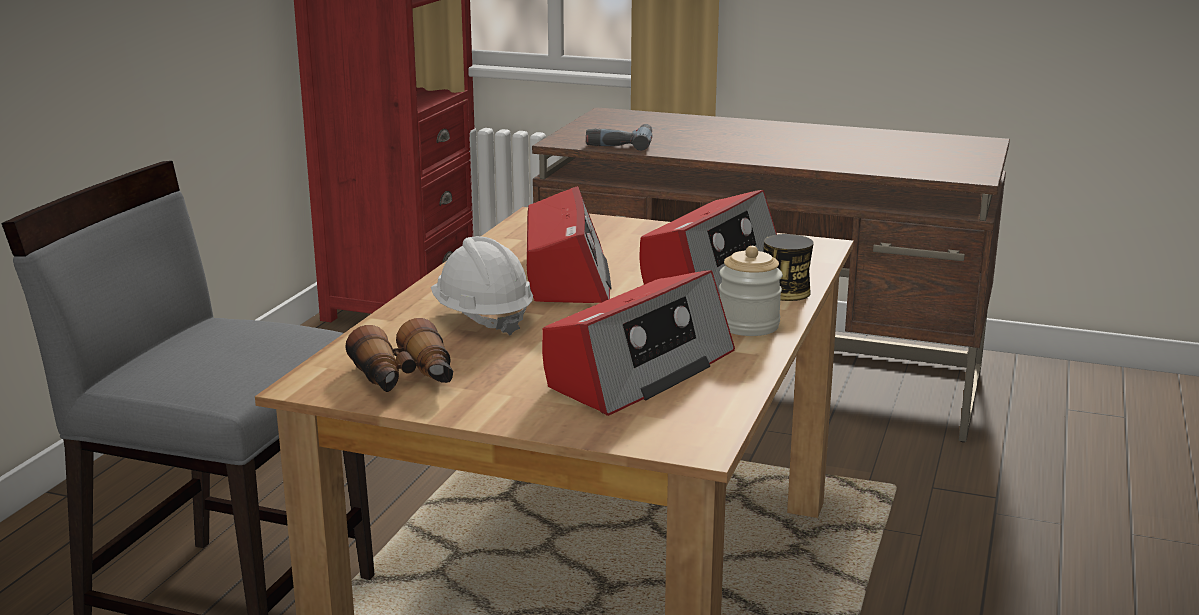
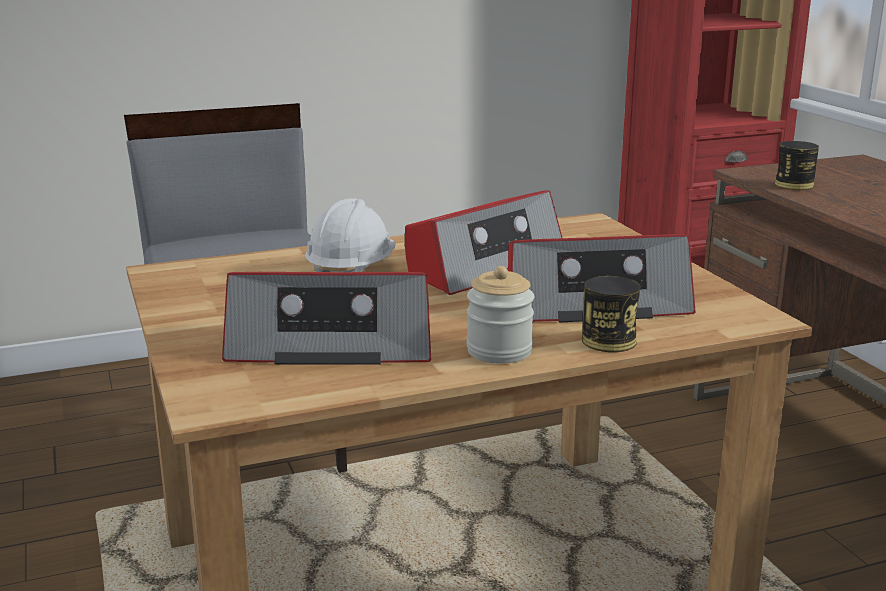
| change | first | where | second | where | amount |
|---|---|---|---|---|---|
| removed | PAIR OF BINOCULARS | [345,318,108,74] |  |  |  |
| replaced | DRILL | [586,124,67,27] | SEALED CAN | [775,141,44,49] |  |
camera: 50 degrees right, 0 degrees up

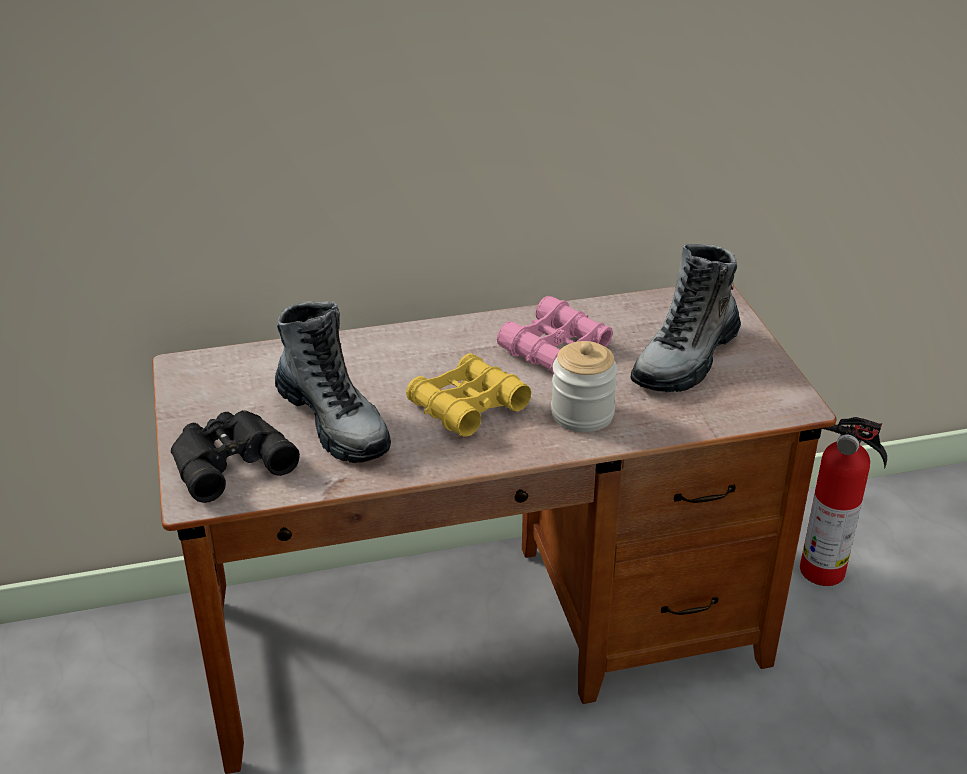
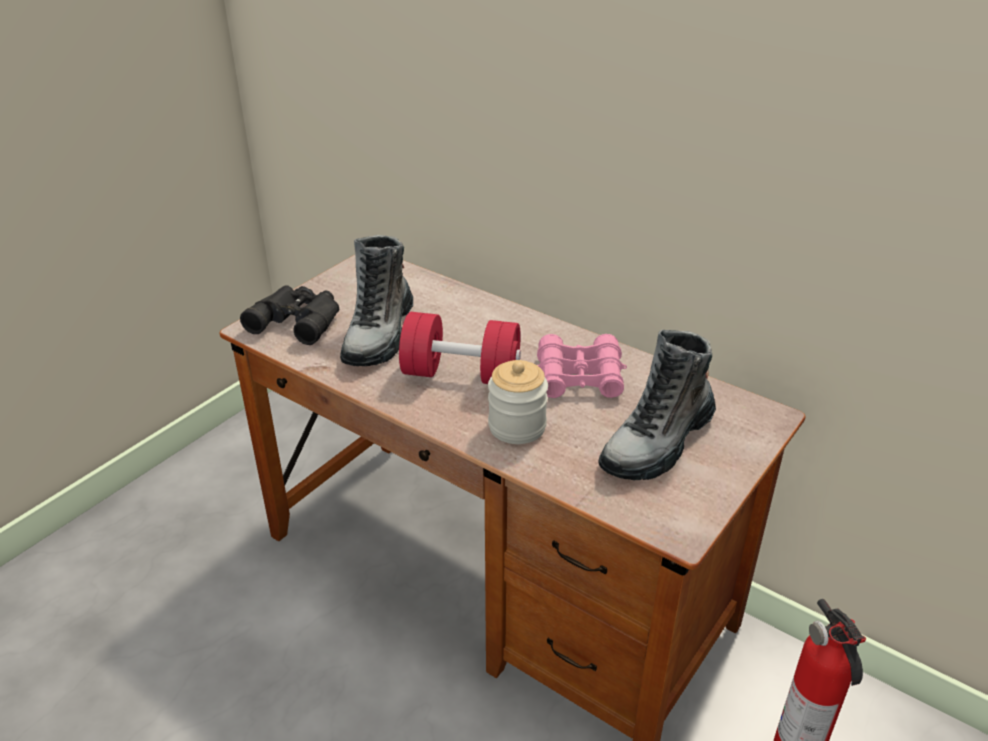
| change | first | where | second | where | amount |
|---|---|---|---|---|---|
| replaced | YELLOW PAIR OF BINOCULARS | [406,353,125,84] | REDDISH FREE WEIGHT | [399,312,122,72] |  |
| turned | TALL BOOT | [631,244,110,149] |  | [598,330,118,151] | 45 degrees counterclockwise |
camera: 50 degrees right, 0 degrees up

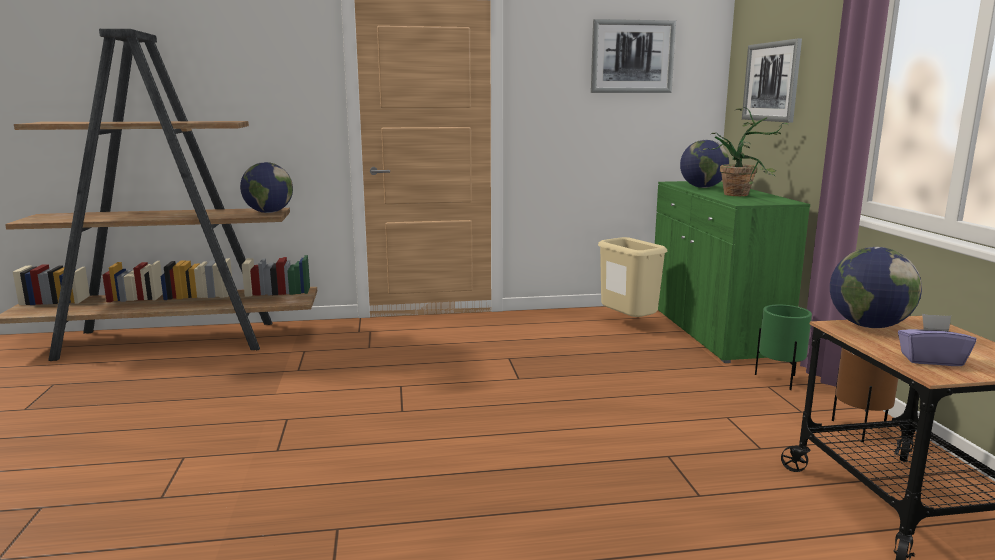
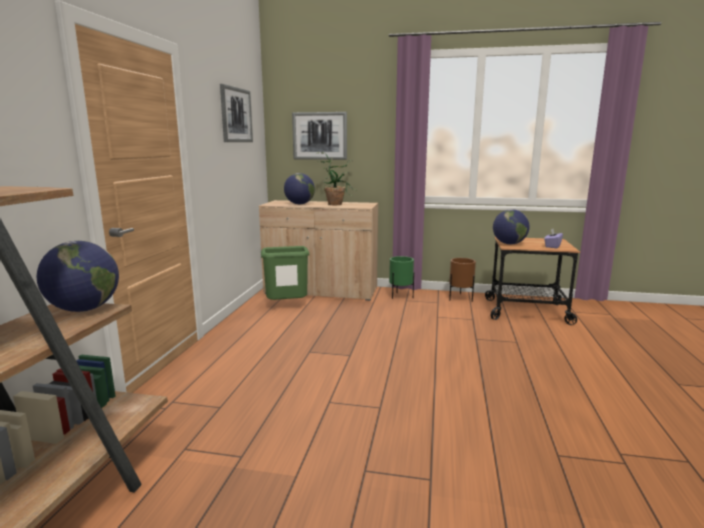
| change | first | where | second | where | amount |
|---|---|---|---|---|---|
| recoloured | BEIGE TRASH CAN | [598,237,70,80] | GREEN-COLOURED TRASH CAN | [261,246,49,54] |  |
| recoloured | GREEN-COLOURED STORAGE CABINET | [655,181,155,182] | BEIGE STORAGE CABINET | [259,200,119,101] |  |
camera: 70 degrees left, 0 degrees up

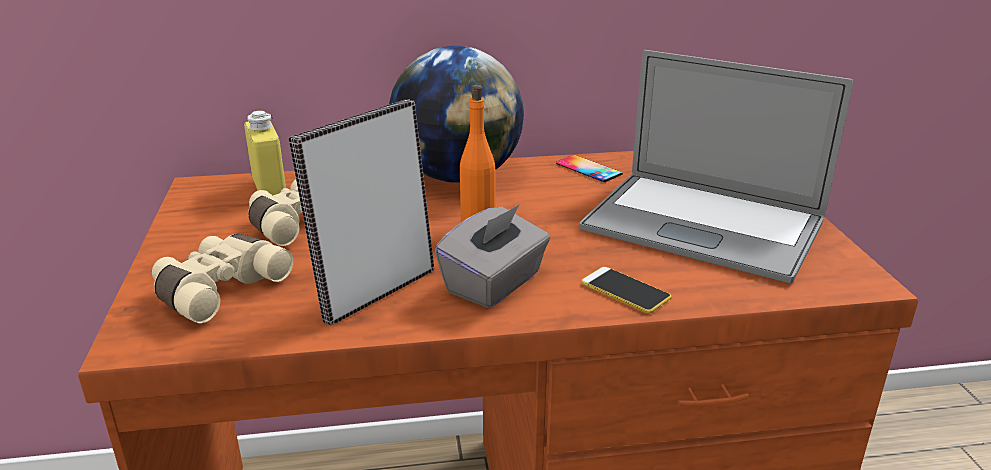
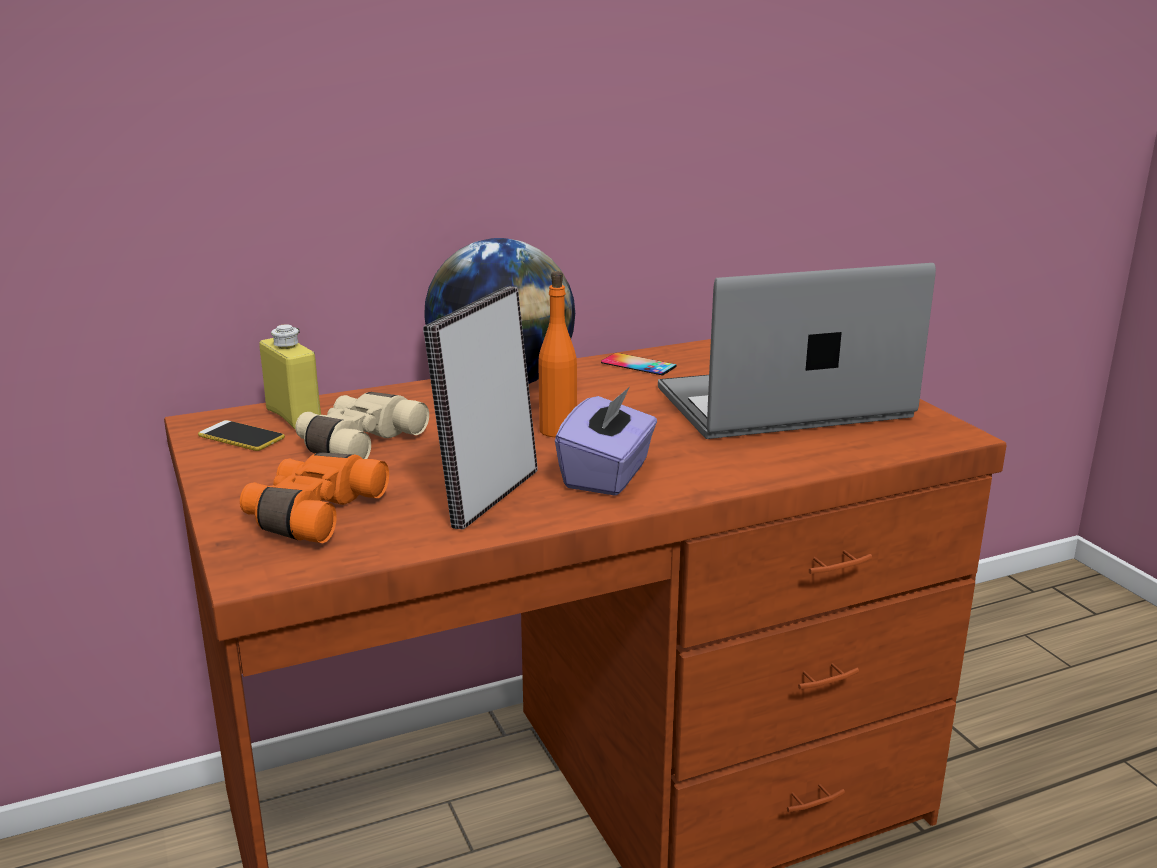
| change | first | where | second | where | amount |
|---|---|---|---|---|---|
| moved | PHONE | [581,267,91,47] |  | [198,420,87,31] |  |
| recoloured | BEIGE PAIR OF BINOCULARS | [152,234,141,89] | ORANGE-COLOURED PAIR OF BINOCULARS | [240,452,149,91] |  |
| recoloured | GREYISH BOX OF TISSUES | [435,205,115,103] | PURPLE-COLOURED BOX OF TISSUES | [555,387,102,109] |  |
| turned | PORTABLE COMPUTER | [579,50,274,234] |  | [658,263,278,176] | 150 degrees clockwise |
camera: 15 degrees left, 5 degrees down

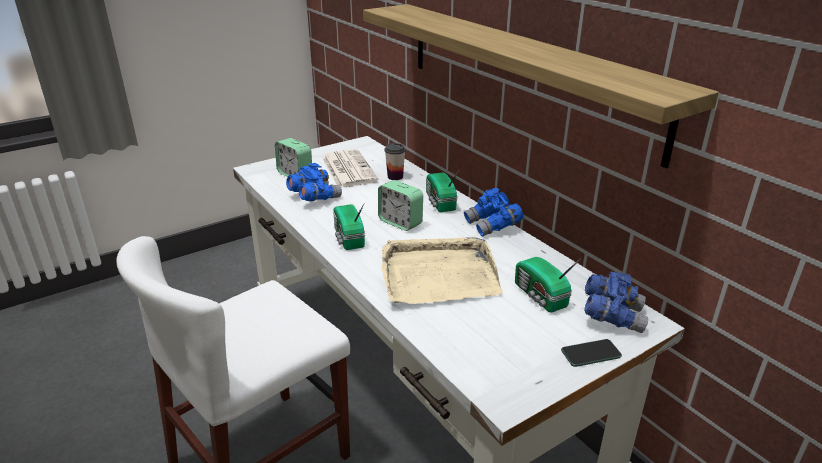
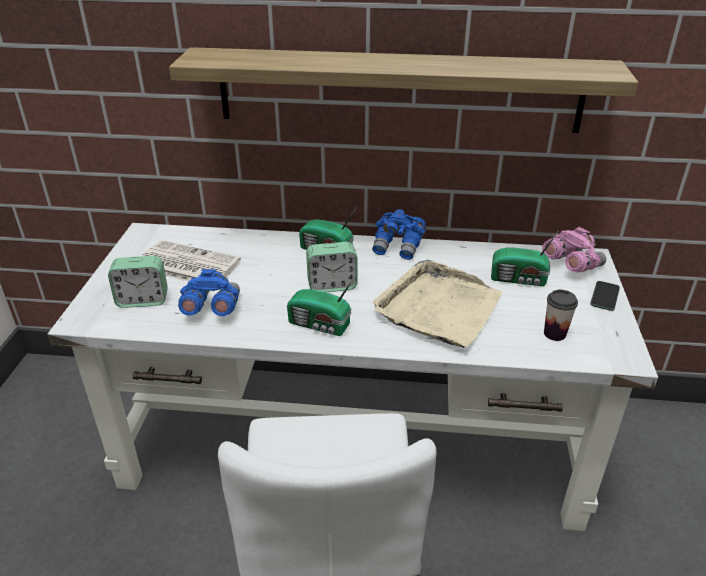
| change | first | where | second | where | amount |
|---|---|---|---|---|---|
| moved | DRINKING CUP | [385,143,21,37] |  | [544,290,34,51] |  |
| recoloured | BLUE PAIR OF BINOCULARS | [584,272,64,61] | PINK PAIR OF BINOCULARS | [542,227,64,46] |  |
camera: 50 degrees left, 5 degrees up

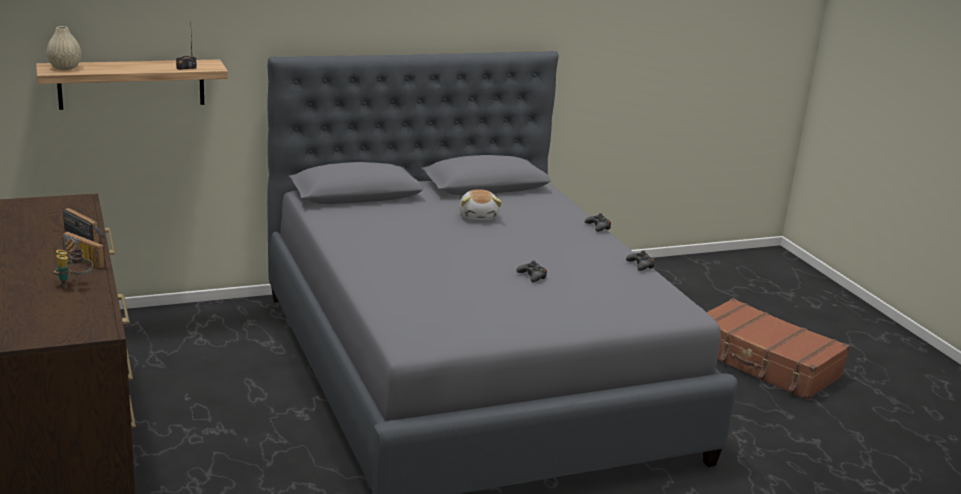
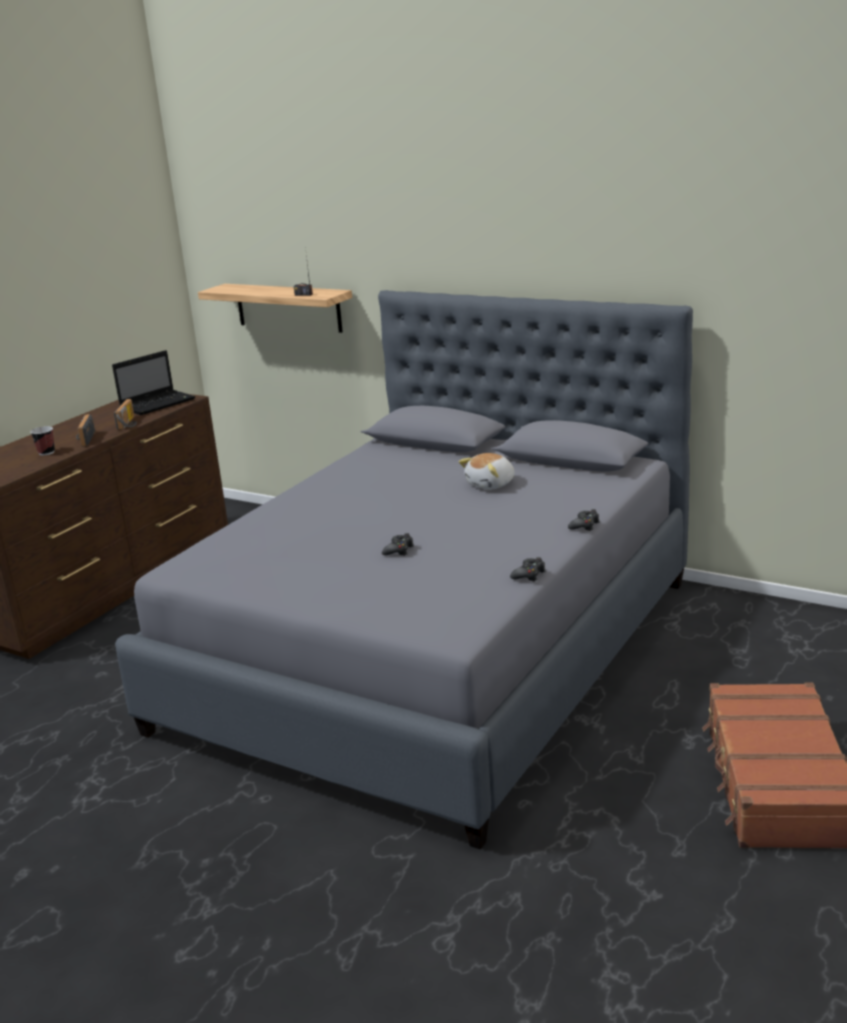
| change | first | where | second | where | amount |
|---|---|---|---|---|---|
| removed | BEIGE VASE | [47,26,34,44] |  |  |  |
| added |  |  | PORTABLE COMPUTER | [112,350,83,65] |  |
| replaced | PAIR OF BINOCULARS | [53,249,40,40] | DRINKING CUP | [30,426,25,30] |  |
camera: 55 degrees right, 0 degrees up

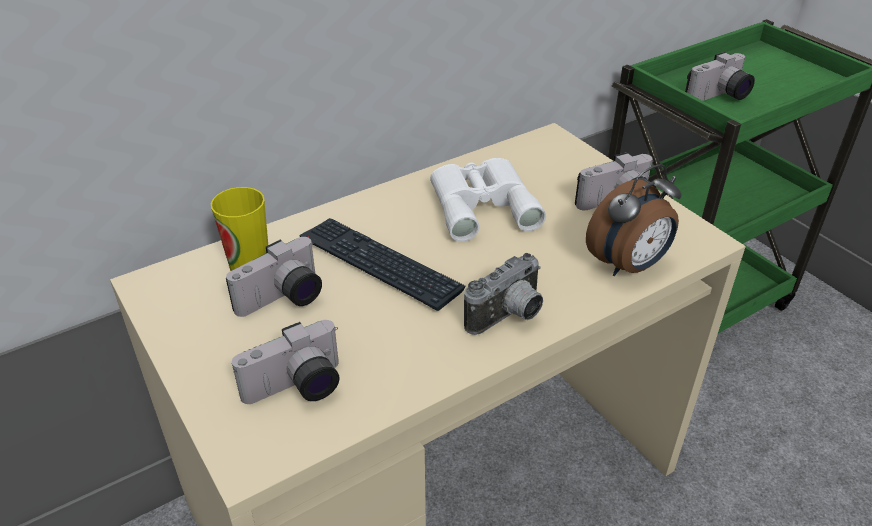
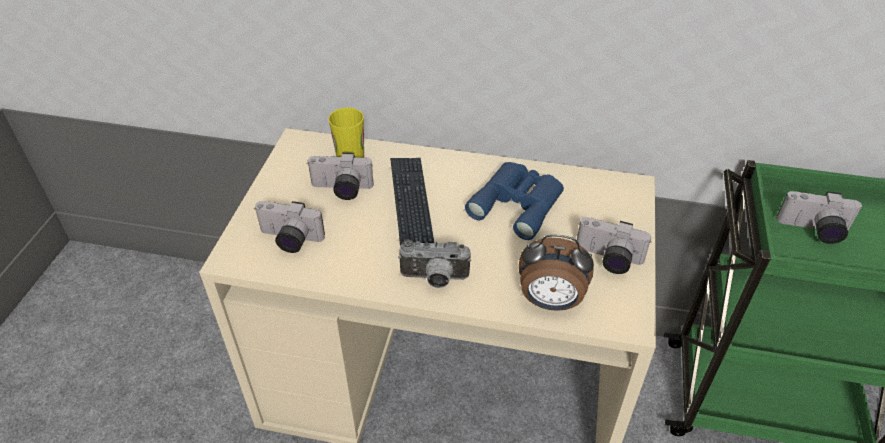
| change | first | where | second | where | amount |
|---|---|---|---|---|---|
| recoloured | WHITE-COLOURED PAIR OF BINOCULARS | [430,158,116,84] | BLUE PAIR OF BINOCULARS | [465,162,99,78] |  |
camera: 45 degrees right, 5 degrees up

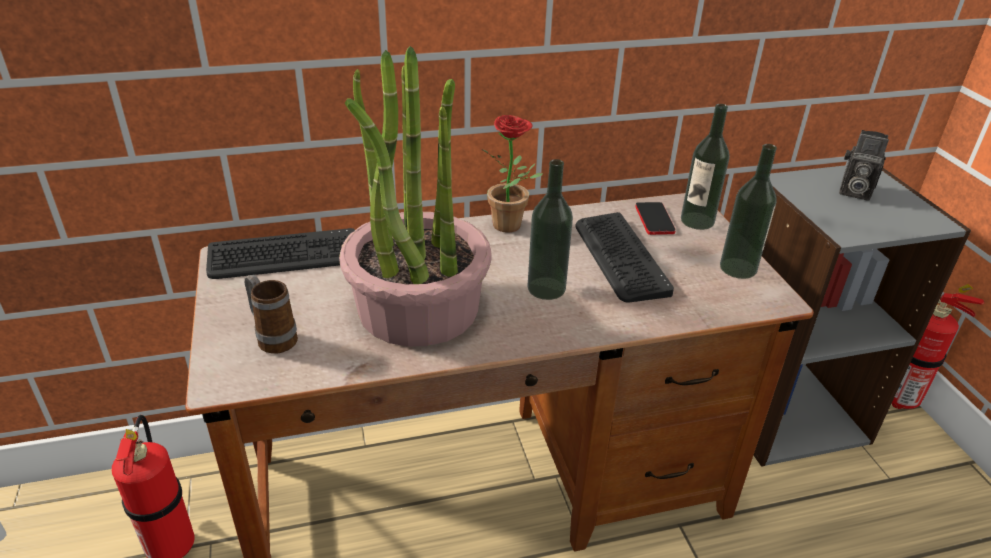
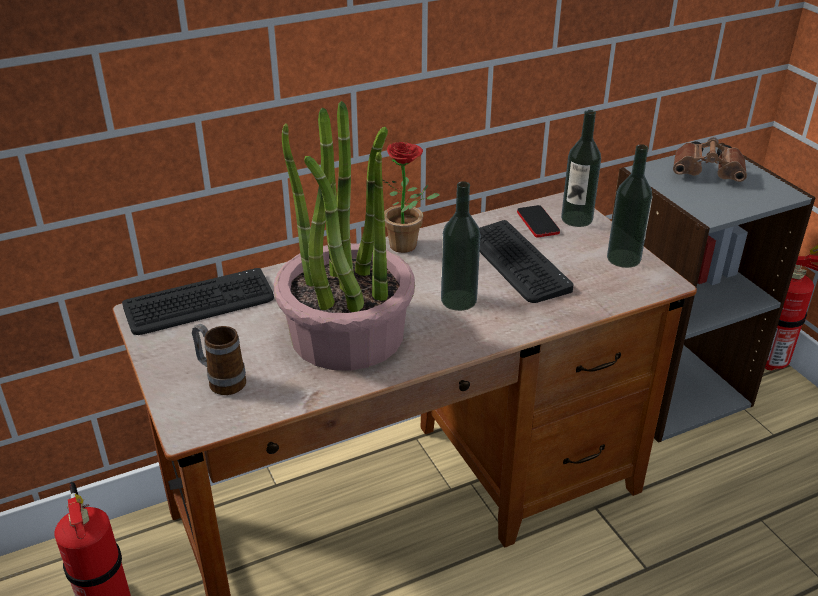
| change | first | where | second | where | amount |
|---|---|---|---|---|---|
| replaced | PHOTO CAMERA | [839,130,50,71] | BROWN-COLOURED PAIR OF BINOCULARS | [673,137,74,45] |  |
camera: 10 degrees left, 0 degrees up

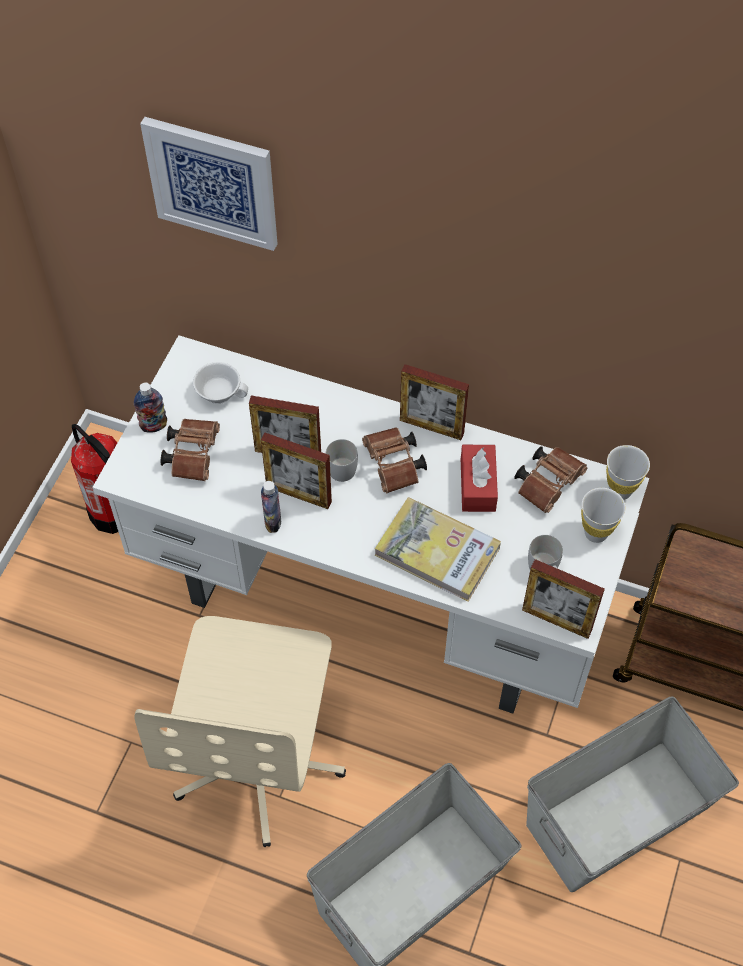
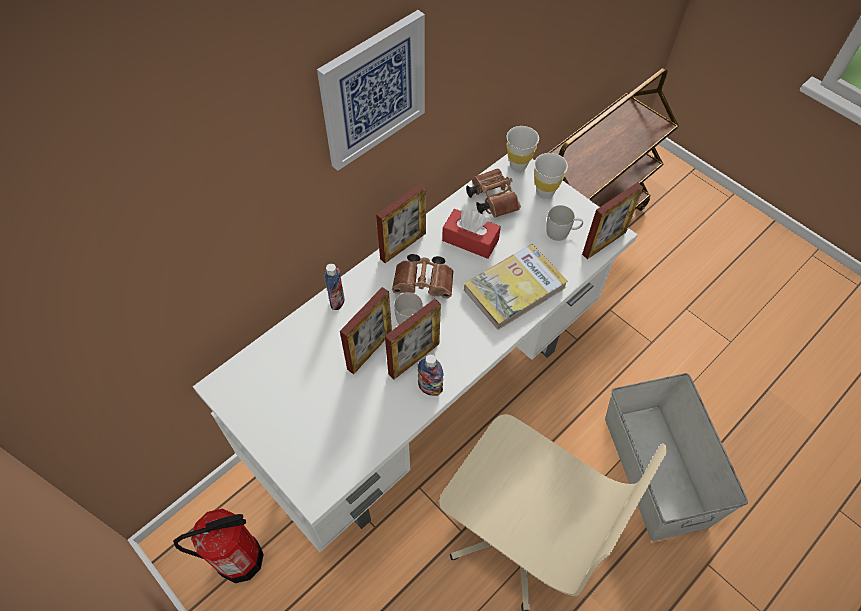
| change | first | where | second | where | amount |
|---|---|---|---|---|---|
| removed | BROWN-COLOURED PAIR OF BINOCULARS | [161,419,59,62] |  |  |  |
| removed | WHITE-COLOURED DRINKING CUP | [193,362,55,42] |  |  |  |
| removed | GREYISH STORAGE BIN | [526,697,213,195] |  |  |  |
| moved | BOTTLE | [134,382,33,51] |  | [325,264,20,46] |  |
| moved | WALL ART | [140,117,138,134] |  | [317,10,108,161] |  |
camera: 65 degrees left, 0 degrees up

